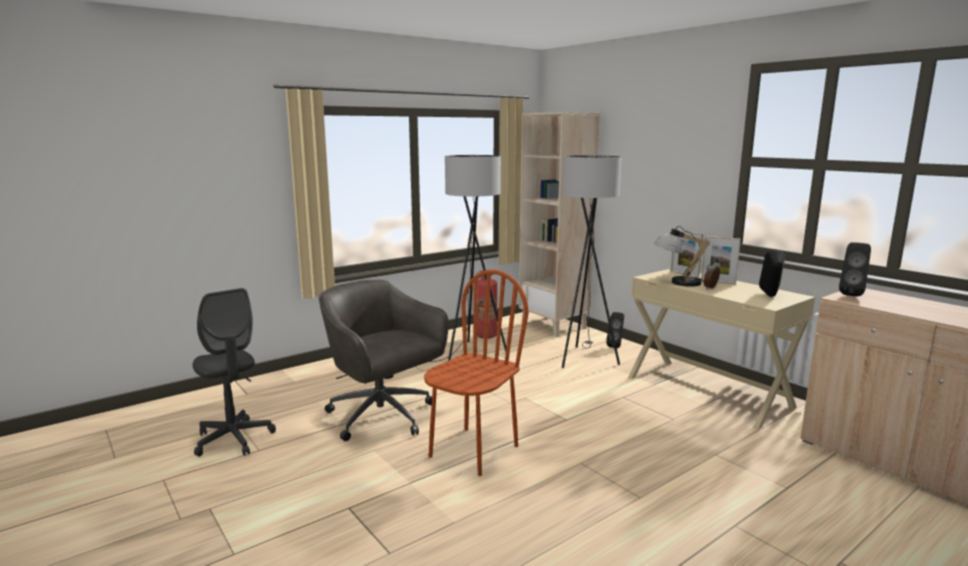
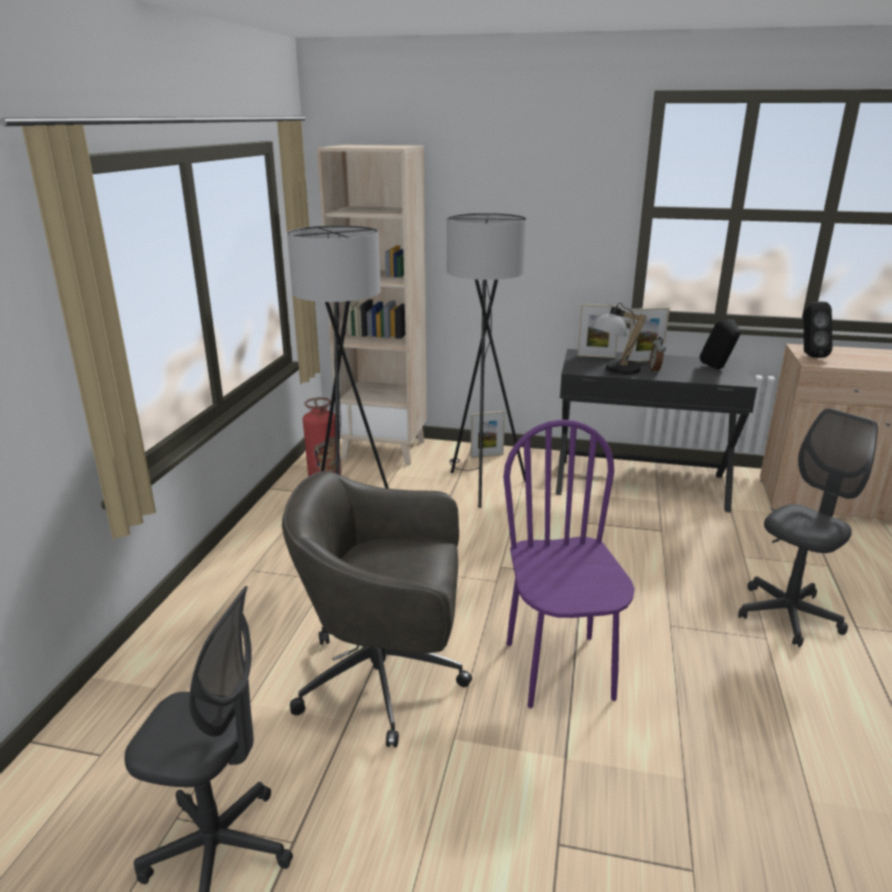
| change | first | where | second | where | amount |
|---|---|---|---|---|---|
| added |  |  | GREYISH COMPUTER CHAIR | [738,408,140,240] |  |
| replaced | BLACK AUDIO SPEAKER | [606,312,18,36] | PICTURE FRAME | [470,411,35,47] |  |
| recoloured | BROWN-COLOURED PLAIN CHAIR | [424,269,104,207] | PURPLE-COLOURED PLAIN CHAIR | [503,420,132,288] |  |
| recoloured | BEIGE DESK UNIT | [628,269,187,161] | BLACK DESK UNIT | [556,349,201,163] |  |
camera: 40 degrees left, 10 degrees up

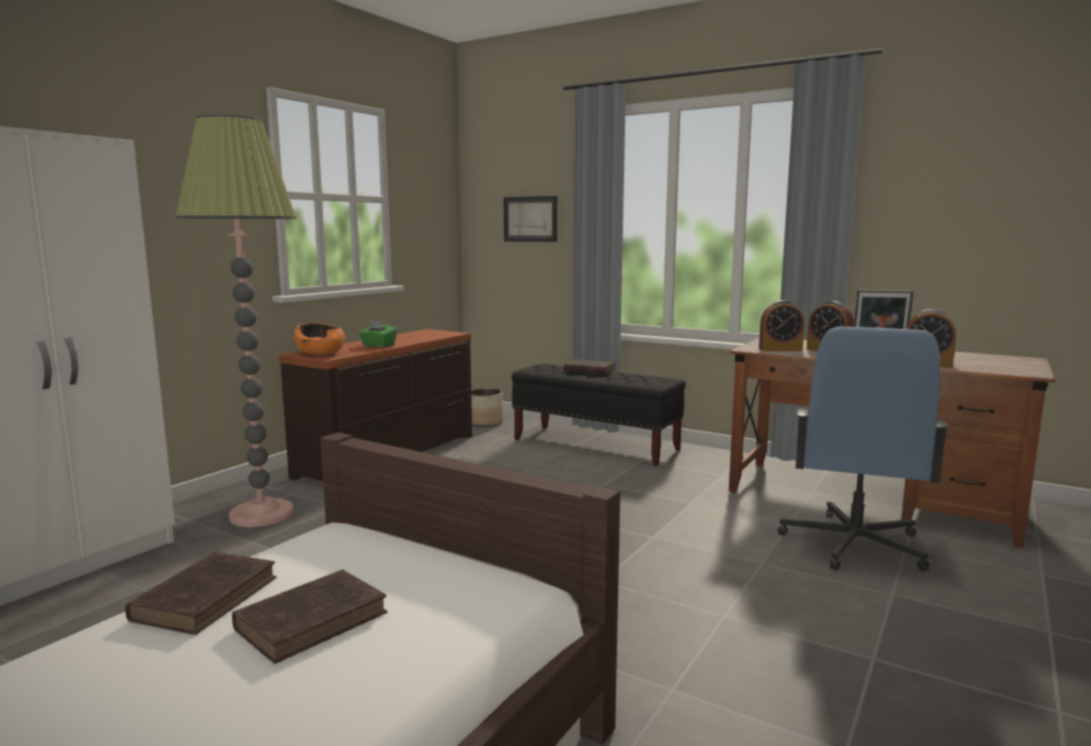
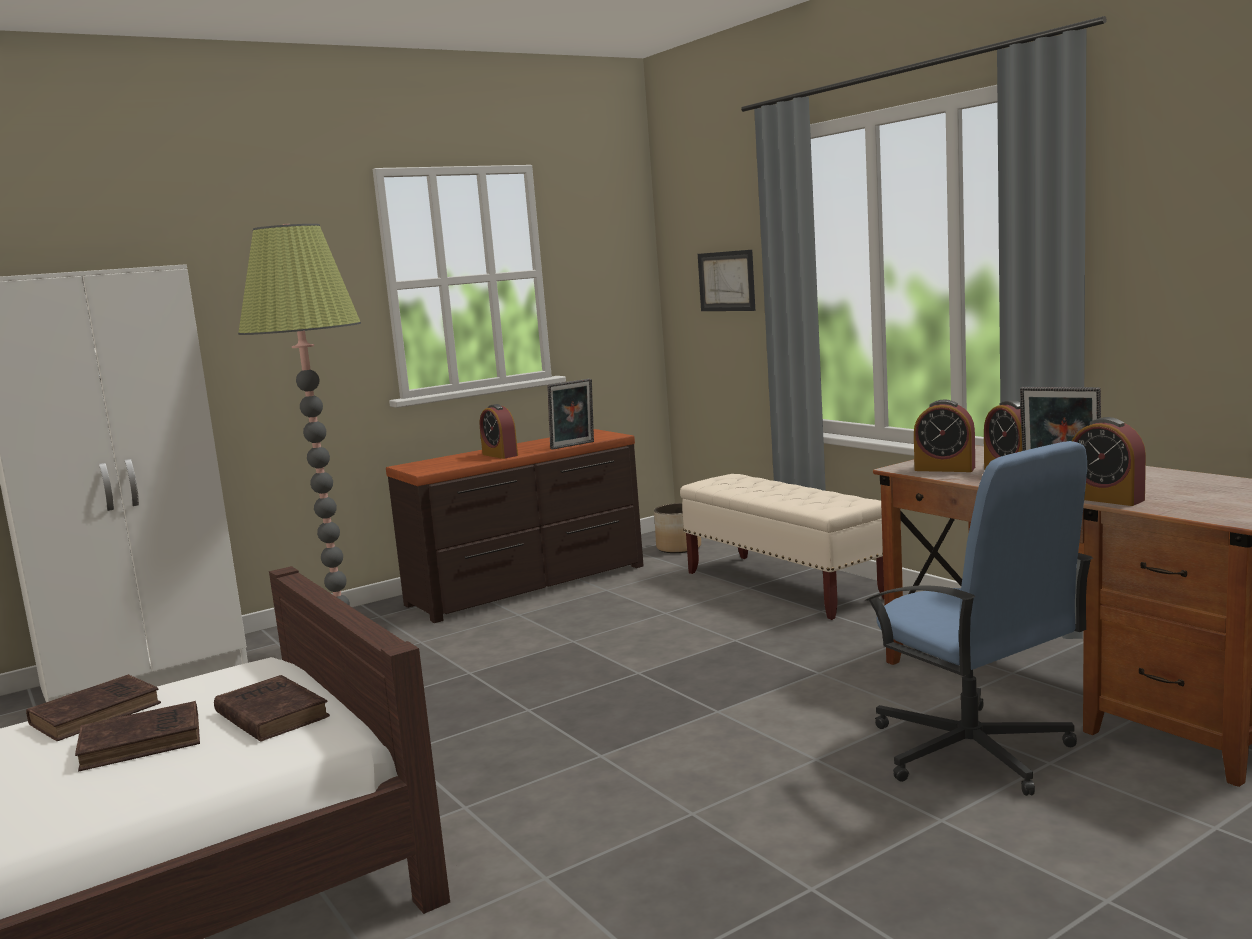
| change | first | where | second | where | amount |
|---|---|---|---|---|---|
| removed | ORANGE-COLOURED BOWL | [294,323,51,32] |  |  |  |
| added |  |  | PICTURE FRAME | [547,379,47,71] |  |
| moved | BROWN-COLOURED BOOK | [564,359,52,16] |  | [214,675,116,67] |  |
| replaced | GREEN-COLOURED BOX OF TISSUES | [359,320,38,27] | TABLE CLOCK | [479,404,39,55] |  |
| recoloured | BLACK BENCH | [512,364,174,102] | BEIGE BENCH | [680,474,204,146] |  |
| turned | BLUE COMPUTER CHAIR | [778,327,172,244] |  | [865,441,228,355] | 75 degrees counterclockwise |
camera: 25 degrees right, 0 degrees up

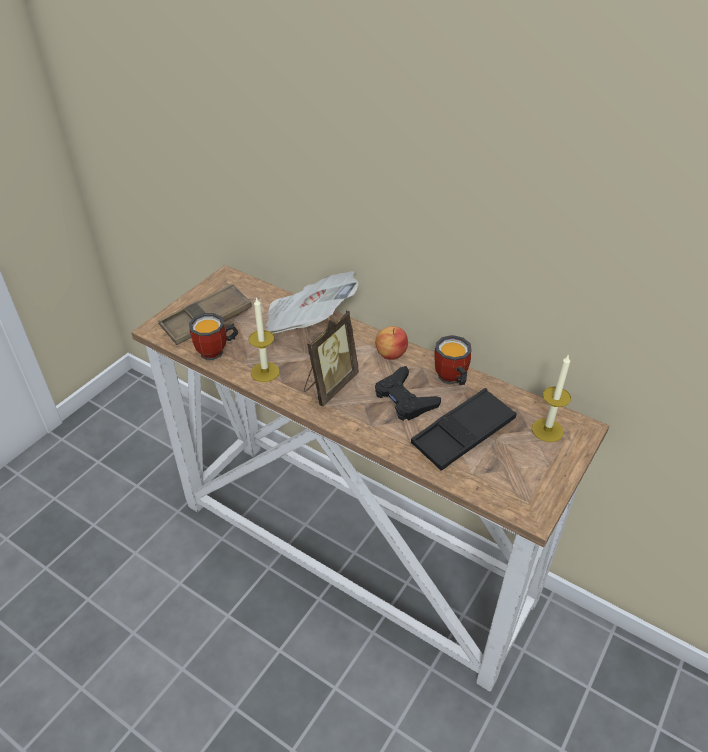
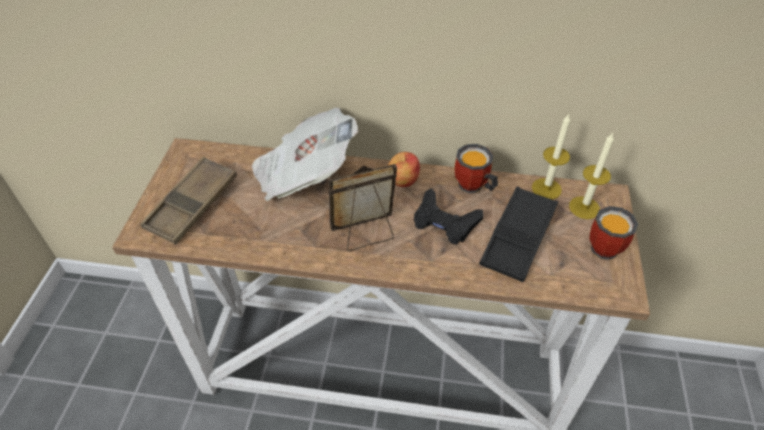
| change | first | where | second | where | amount |
|---|---|---|---|---|---|
| moved | TEA MUG | [189,313,49,47] |  | [589,206,49,54] |  |
| moved | CANDLE | [249,297,31,85] |  | [532,114,39,86] |  |
| turned | PICTURE FRAME | [304,311,55,95] |  | [328,164,69,87] | 120 degrees counterclockwise |
camera: 25 degrees left, 5 degrees up

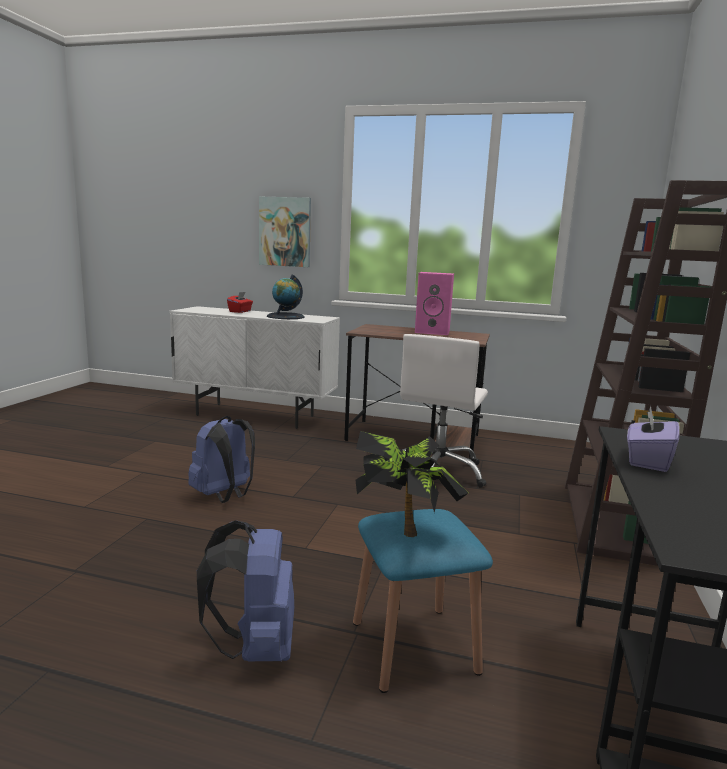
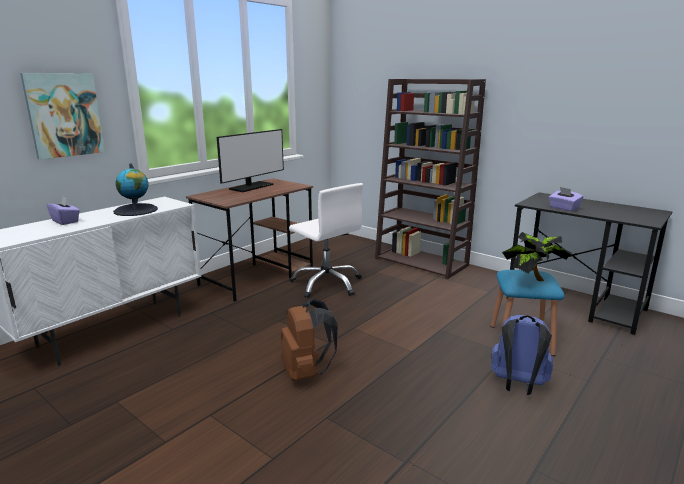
| change | first | where | second | where | amount |
|---|---|---|---|---|---|
| replaced | PINK AUDIO SPEAKER | [415,272,39,63] | MONITOR | [217,129,67,63] |  |
| recoloured | BLUE RUCKSACK | [188,416,67,87] | BROWN-COLOURED RUCKSACK | [281,299,57,82] |  |
| recoloured | REDDISH BOX OF TISSUES | [227,292,26,21] | PURPLE-COLOURED BOX OF TISSUES | [47,197,33,28] |  |
camera: 65 degrees left, 5 degrees up

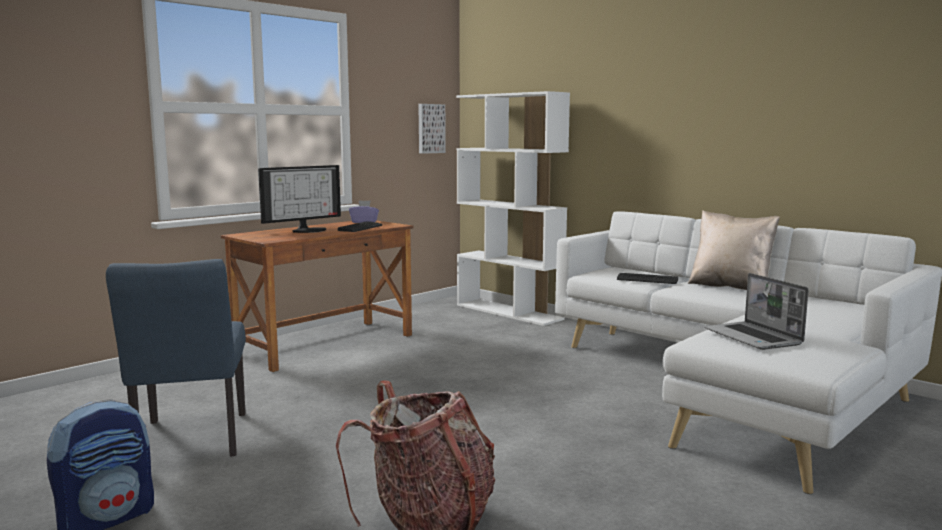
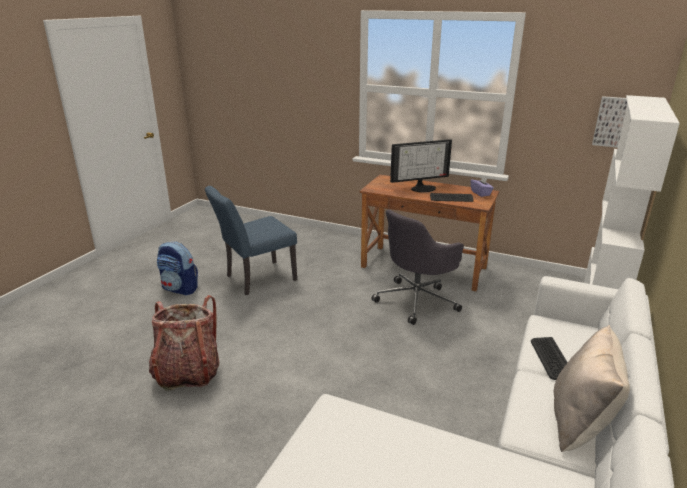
| change | first | where | second | where | amount |
|---|---|---|---|---|---|
| removed | PORTABLE COMPUTER | [704,273,105,77] |  |  |  |
| added |  |  | GREYISH COMPUTER CHAIR | [371,209,93,116] |  |
| turned | MONITOR | [258,165,83,68] |  | [390,139,62,53] | 45 degrees counterclockwise |
camera: 70 degrees right, 15 degrees up

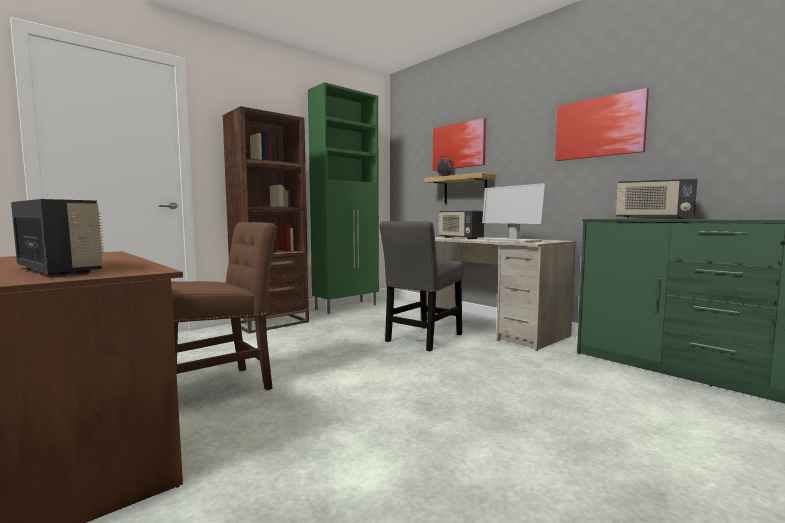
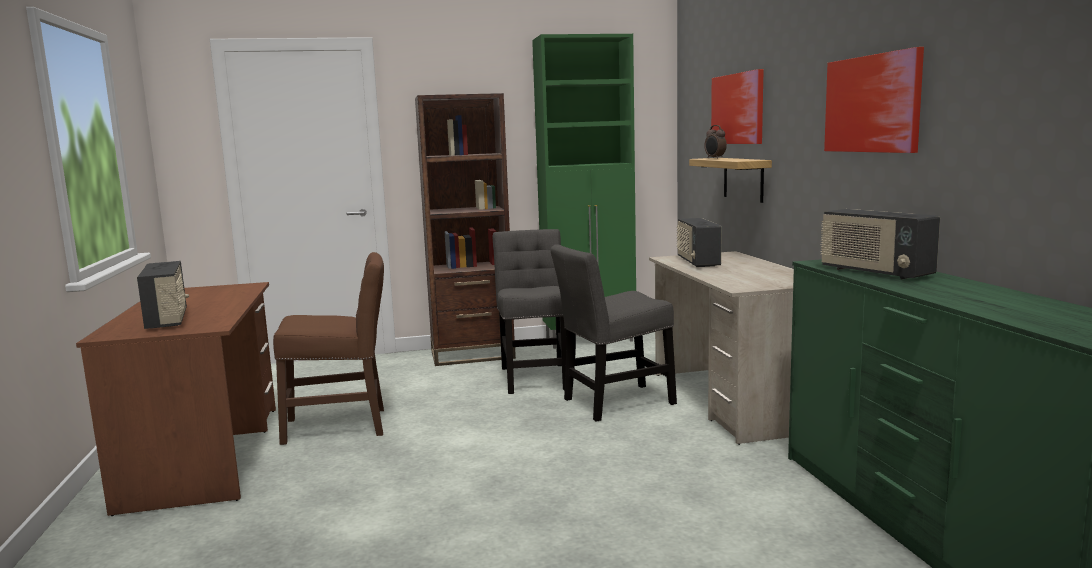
| change | first | where | second | where | amount |
|---|---|---|---|---|---|
| removed | MONITOR | [482,183,64,60] |  |  |  |
| added |  |  | GREYISH PLAIN CHAIR | [493,229,73,165] |  |
camera: 30 degrees right, 5 degrees up

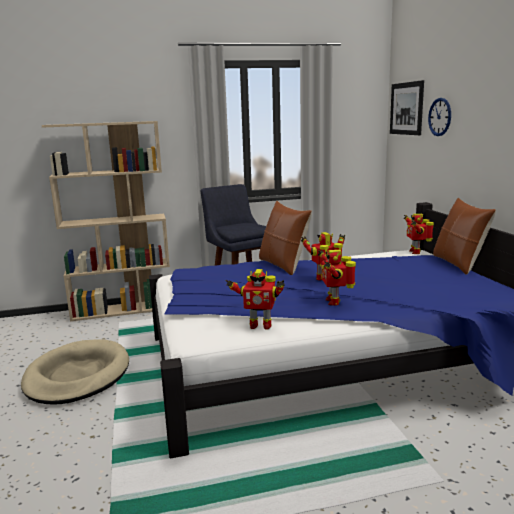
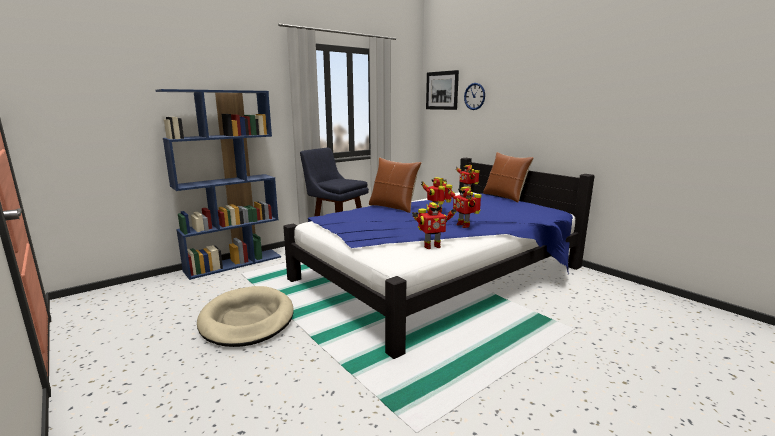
| change | first | where | second | where | amount |
|---|---|---|---|---|---|
| recoloured | BEIGE BOOKSHELF | [42,121,128,200] | BLUE BOOKSHELF | [156,89,125,191] |  |
camera: 25 degrees left, 0 degrees up

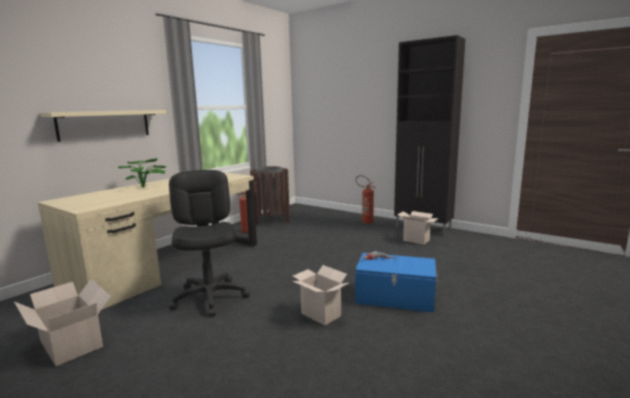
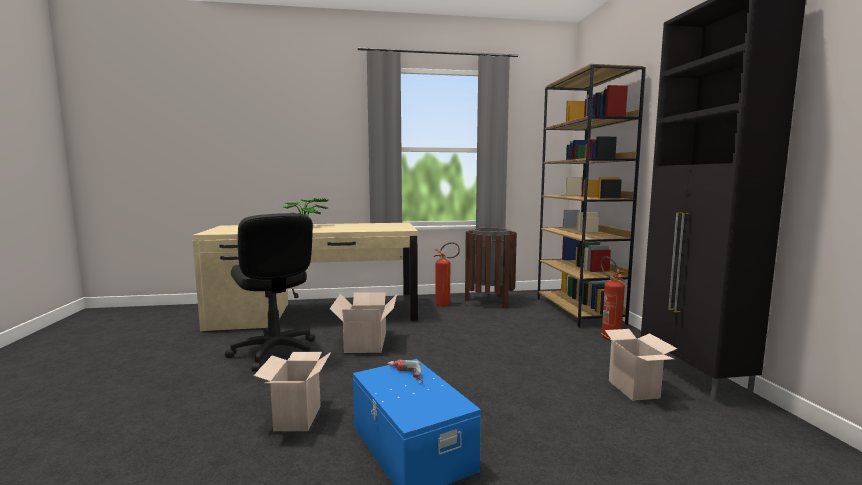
| change | first | where | second | where | amount |
|---|---|---|---|---|---|
| removed | BEIGE BRACKET SHELF | [40,110,126,32] |  |  |  |
| added |  |  | BROWN-COLOURED BOOKSHELF | [537,64,109,263] |  |
| moved | CARDBOARD BOX | [14,279,97,87] |  | [330,292,67,61] |  |
| turned | BLACK COMPUTER CHAIR | [168,170,82,146] |  | [225,213,90,159] | 120 degrees clockwise |
camera: 45 degrees right, 5 degrees down

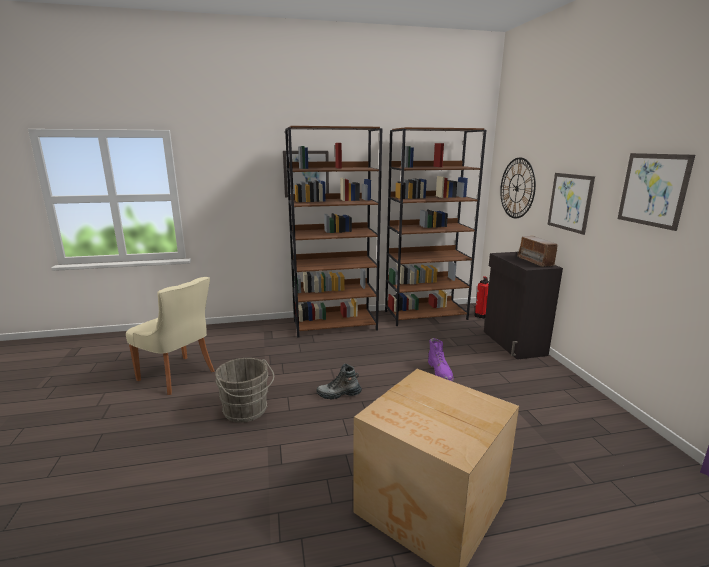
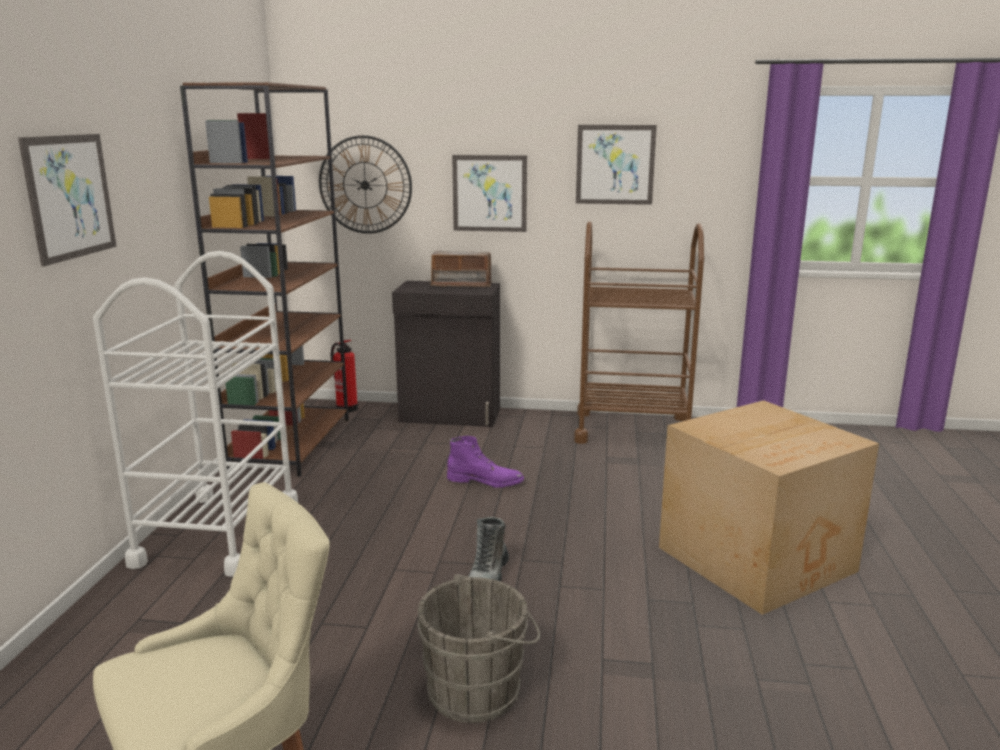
| change | first | where | second | where | amount |
|---|---|---|---|---|---|
| added |  |  | BROWN-COLOURED CART | [574,221,130,223] |  |
| replaced | BROWN-COLOURED BOOKSHELF | [285,126,97,212] | WHITE-COLOURED CART | [93,251,205,326] |  |
camera: 70 degrees left, 0 degrees up

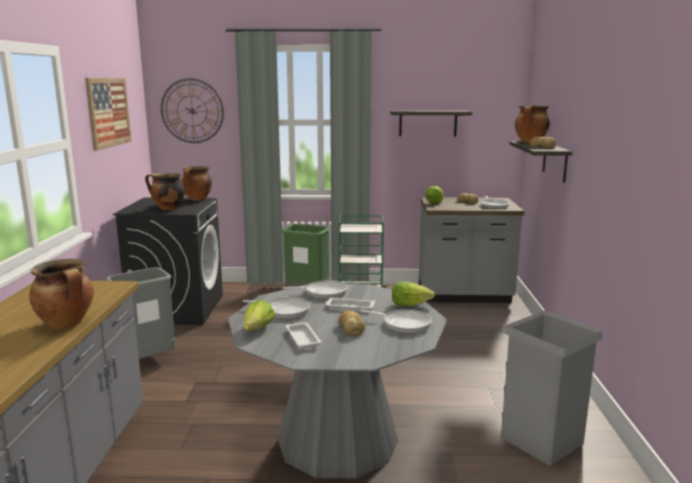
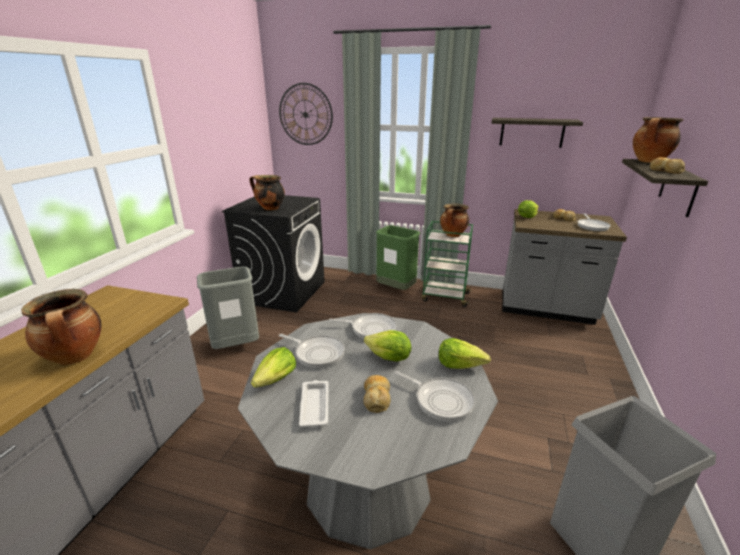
| change | first | where | second | where | amount |
|---|---|---|---|---|---|
| removed | WALL ART | [85,78,46,73] |  |  |  |
| moved | SAUCEPOT | [181,166,31,35] |  | [440,203,29,34] |  |
| replaced | WHITE-COLOURED CARRYING TRAY | [326,298,49,13] | HEAD OF LETTUCE | [364,330,47,32] |  |
camera: 15 degrees right, 10 degrees up

